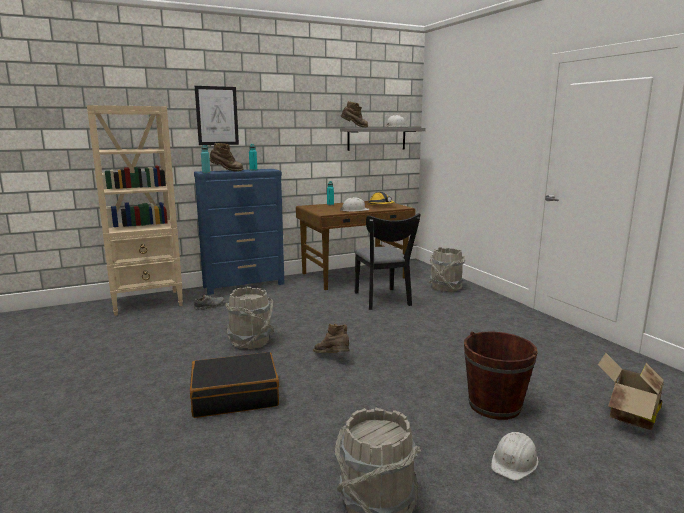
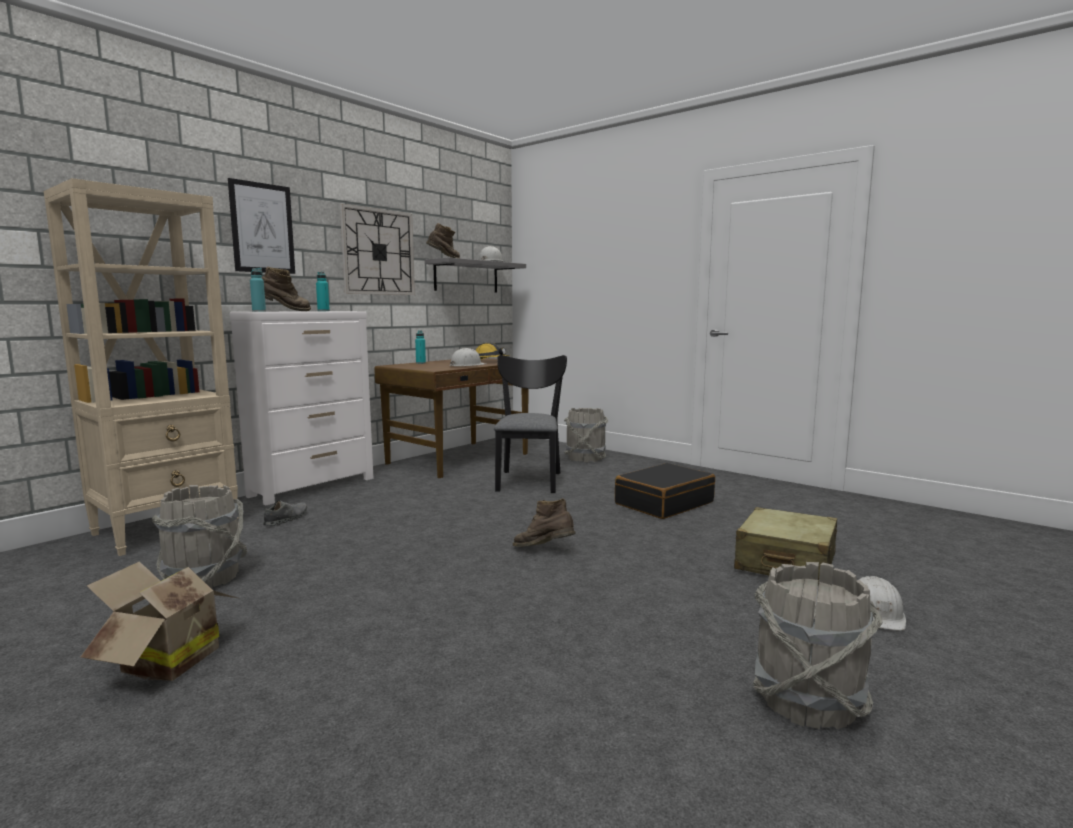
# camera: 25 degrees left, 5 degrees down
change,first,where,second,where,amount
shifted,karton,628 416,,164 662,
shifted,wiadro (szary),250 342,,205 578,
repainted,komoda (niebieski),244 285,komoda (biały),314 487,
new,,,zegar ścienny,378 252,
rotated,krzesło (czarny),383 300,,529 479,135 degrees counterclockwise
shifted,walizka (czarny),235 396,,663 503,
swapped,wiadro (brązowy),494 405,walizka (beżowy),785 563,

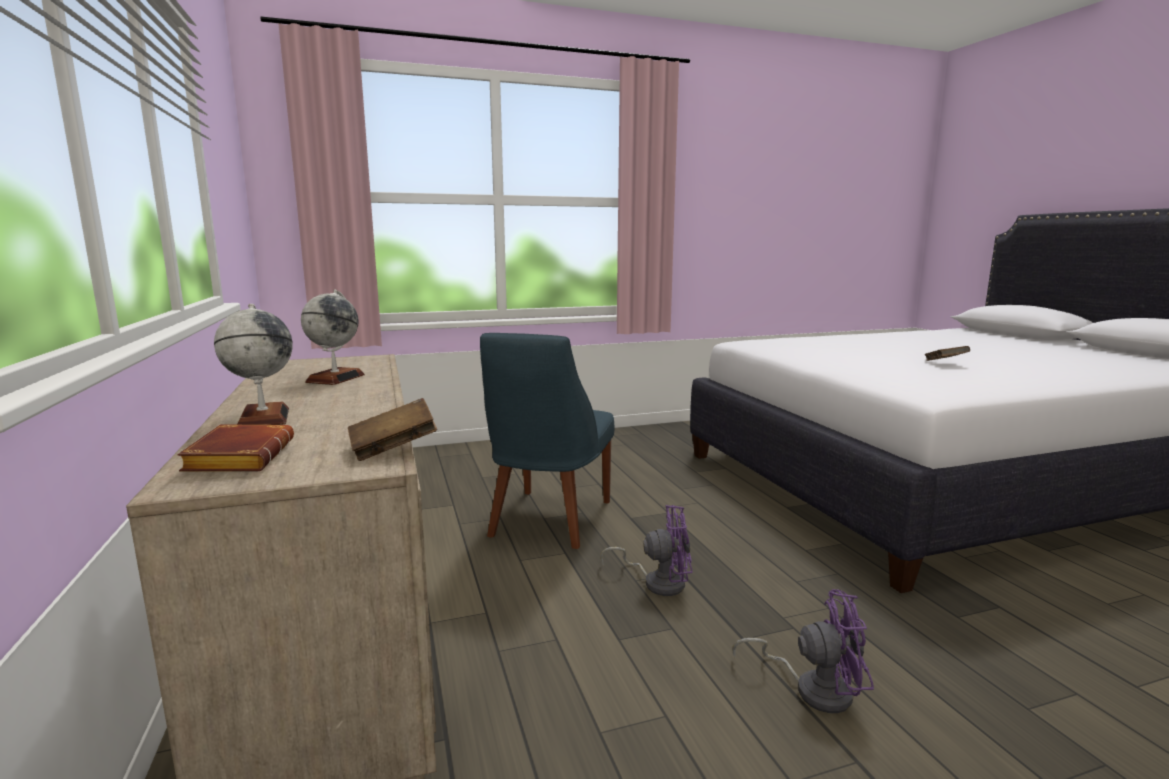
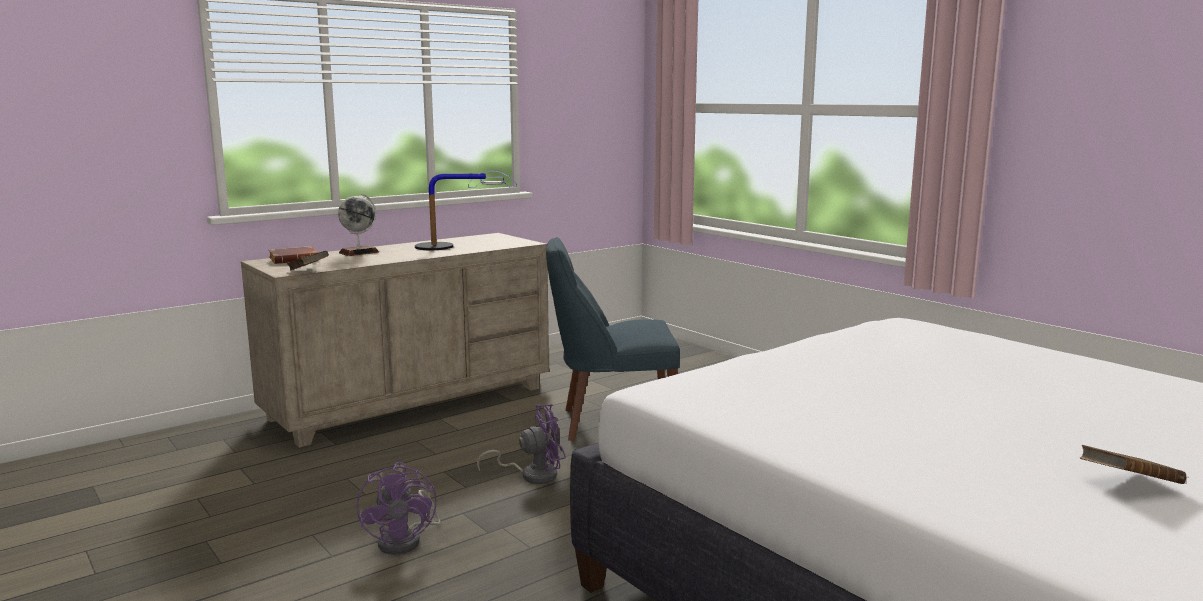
# camera: 70 degrees right, 0 degrees up
change,first,where,second,where,amount
swapped,globus,335 378,lampa stołowa,455 247,
rotated,wentylator (fioletowy),657 582,,532 475,90 degrees counterclockwise
shifted,książka (brązowy),944 363,,1128 485,

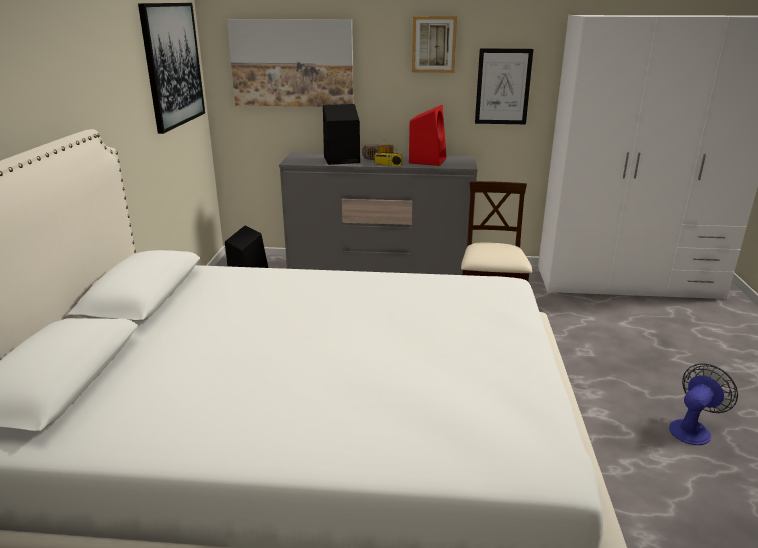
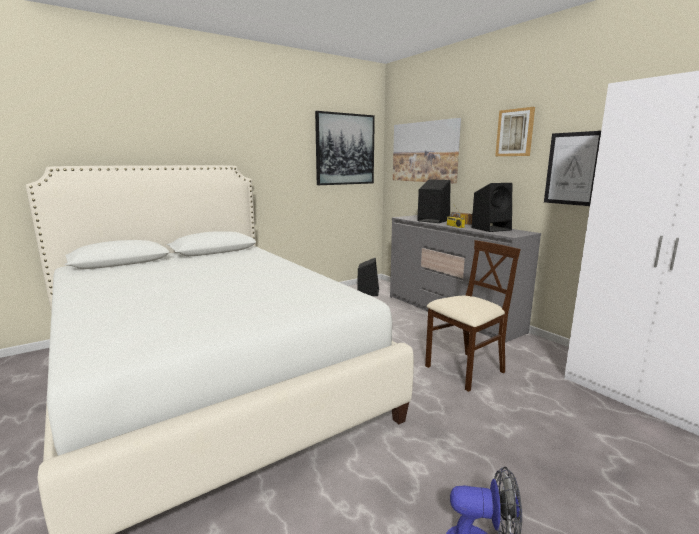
# camera: 50 degrees right, 10 degrees down
change,first,where,second,where,amount
repainted,głośnik (czerwony),427 160,głośnik (czarny),491 229,

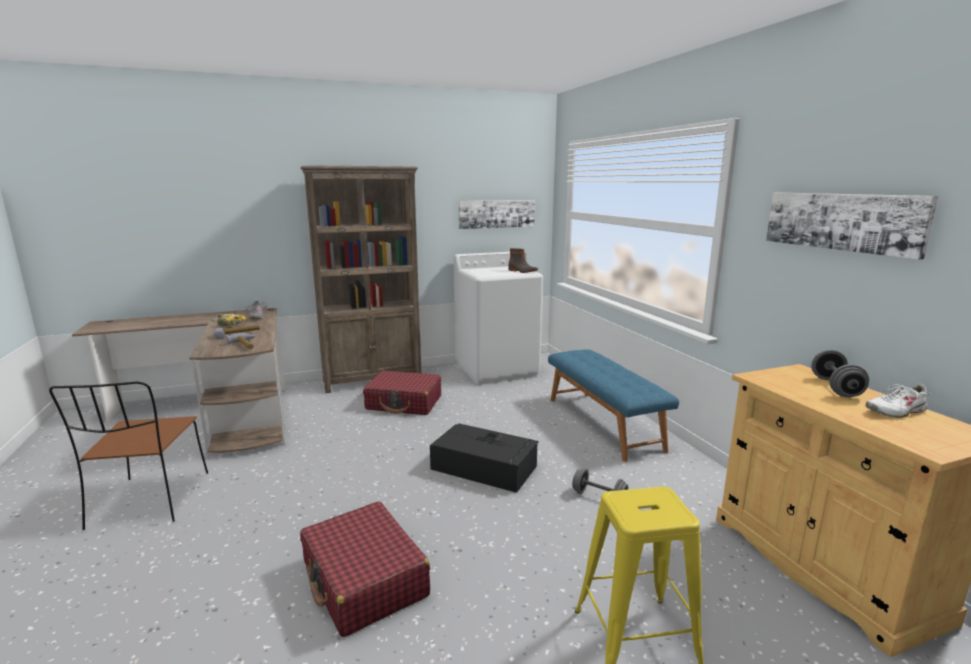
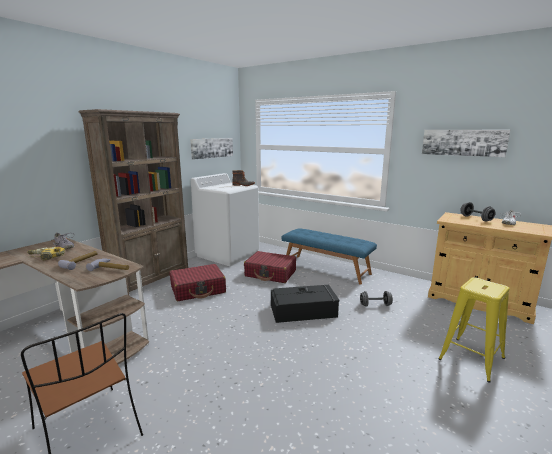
# camera: 35 degrees left, 0 degrees up
change,first,where,second,where,amount
shifted,walizka (czerwony),364 580,,270 273,

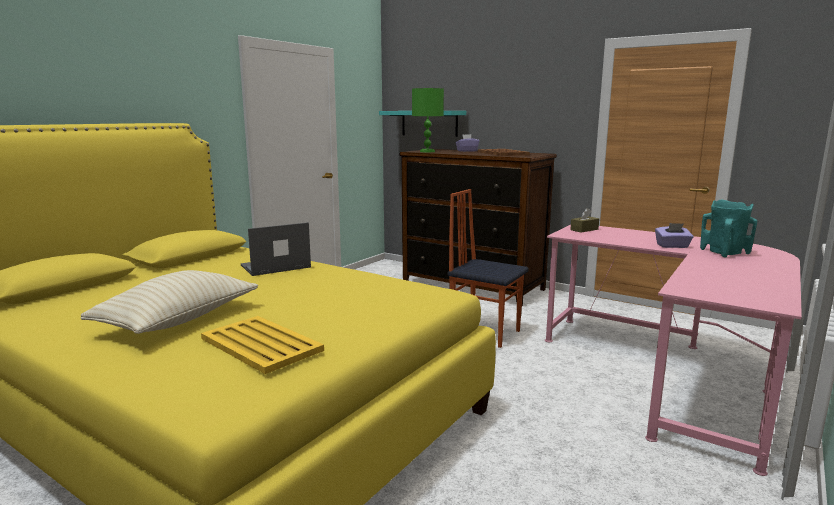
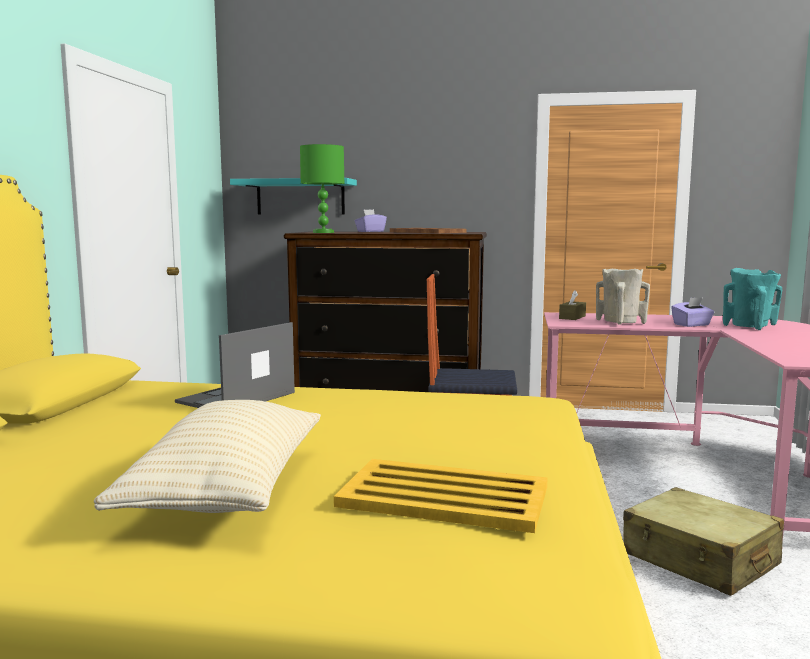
# camera: 25 degrees left, 5 degrees down
change,first,where,second,where,amount
new,,,wazon (beżowy),620 322,
new,,,walizka (beżowy),700 560,

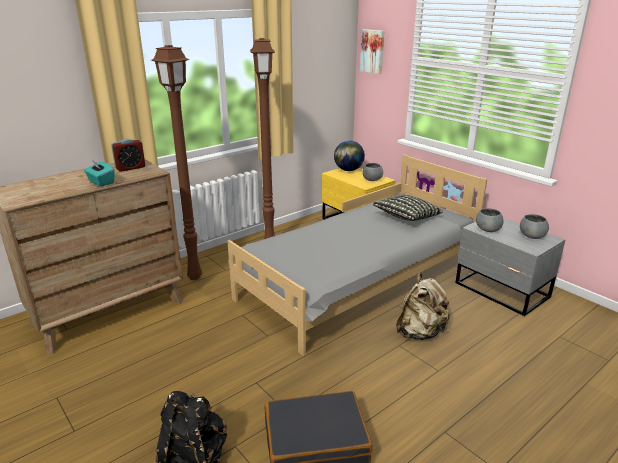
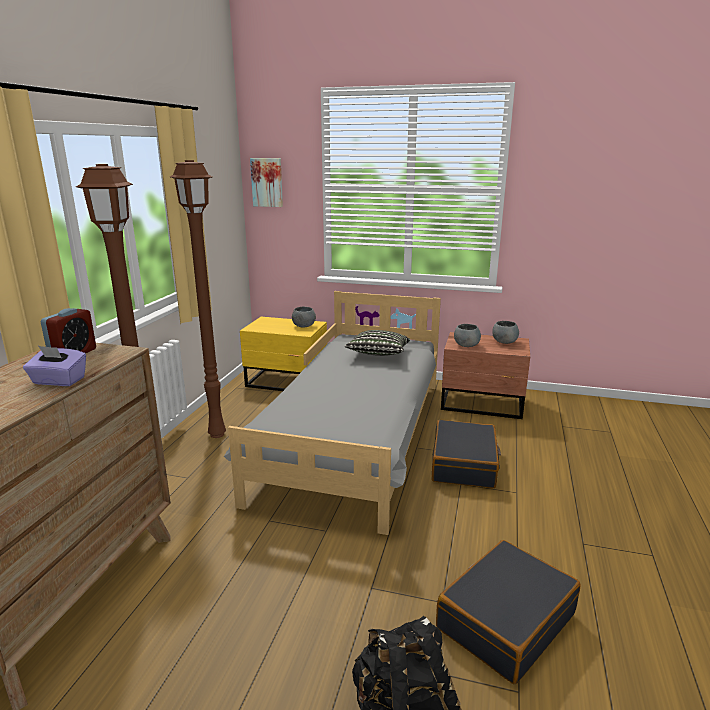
# camera: 35 degrees left, 5 degrees down
change,first,where,second,where,amount
repainted,pudełko chusteczek (turkusowy),101 182,pudełko chusteczek (fioletowy),58 381,
swapped,plecak (beżowy),420 332,walizka (czarny),464 464,
repainted,szafka nocna (szary),502 291,szafka nocna (brązowy),483 404,
gone,globus,348 170,,,

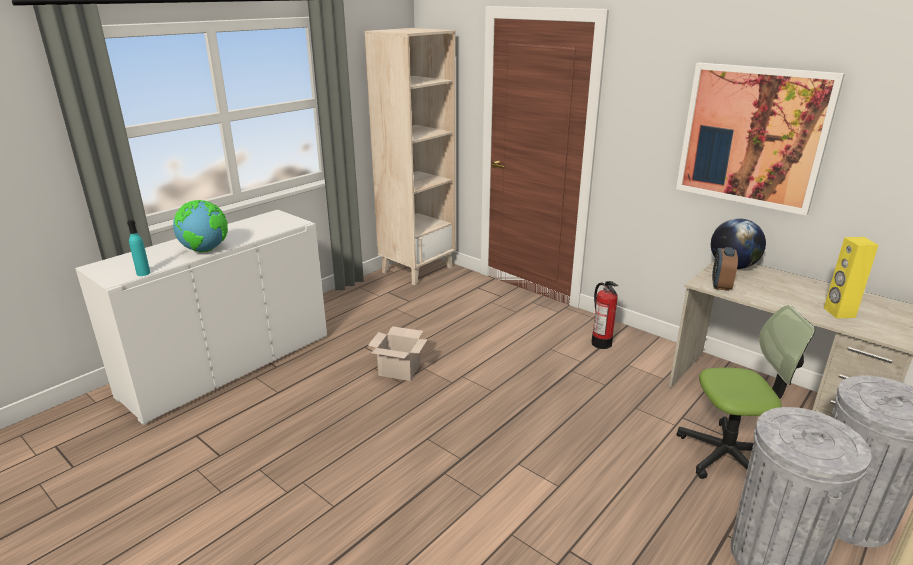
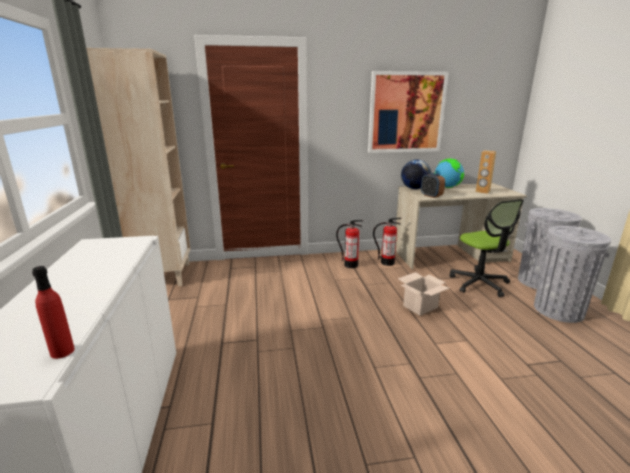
# camera: 50 degrees left, 5 degrees down
change,first,where,second,where,amount
repainted,butelka (turkusowy),143 273,butelka (czerwony),62 351,
new,,,gaśnica,387 262,
shifted,karton,400 370,,420 306,
shifted,globus,205 250,,447 187,
rotated,krzesło biurowe,728 456,,479 284,120 degrees clockwise
repainted,głośnik (żółty),838 313,głośnik (brązowy),482 192,

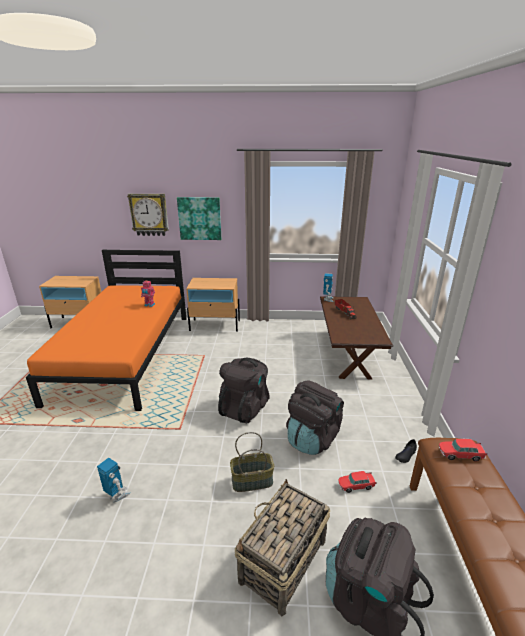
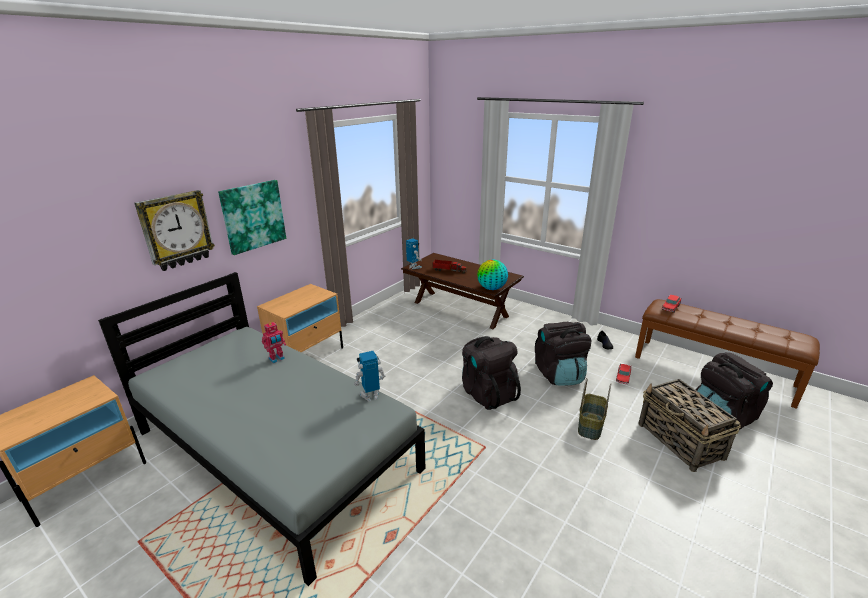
# camera: 55 degrees left, 0 degrees up
change,first,where,second,where,amount
repainted,łóżko (pomarańczowy),126 355,łóżko (szary),276 450,
shifted,robot zabawkowy,117 495,,371 396,
new,,,globus,491 288,

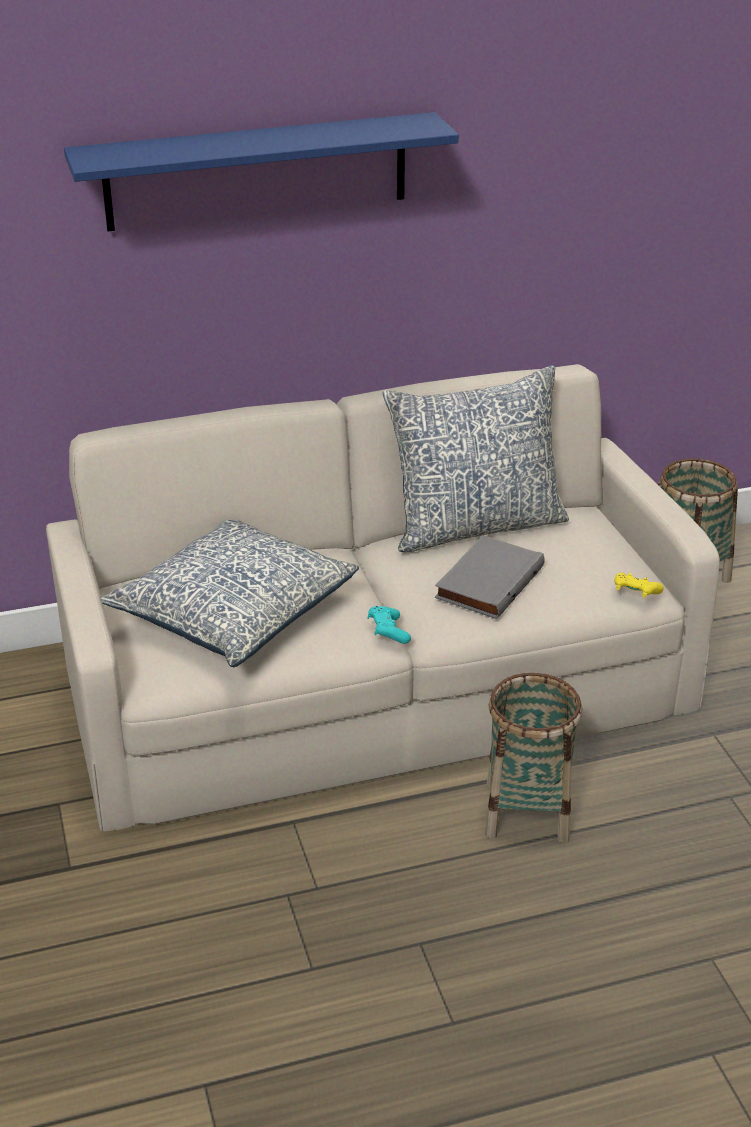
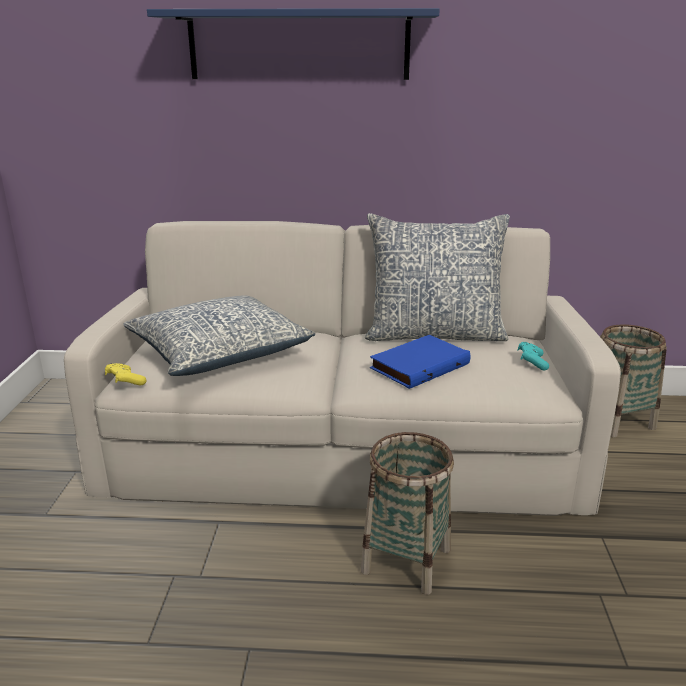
# camera: 20 degrees right, 10 degrees down
change,first,where,second,where,amount
shifted,pad do gier (żółty),635 593,,125 382,
repainted,książka (szary),487 581,książka (niebieski),418 365,
shifted,pad do gier (turkusowy),388 632,,531 362,

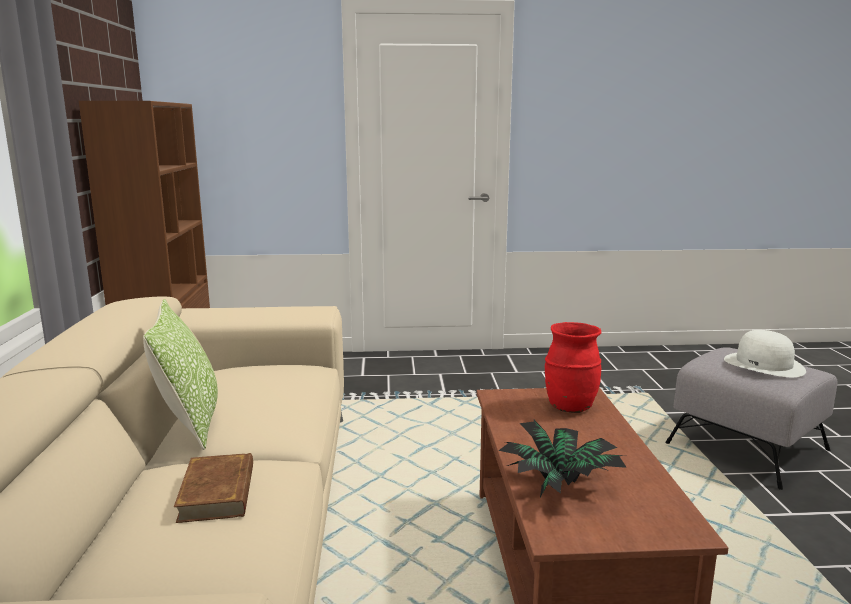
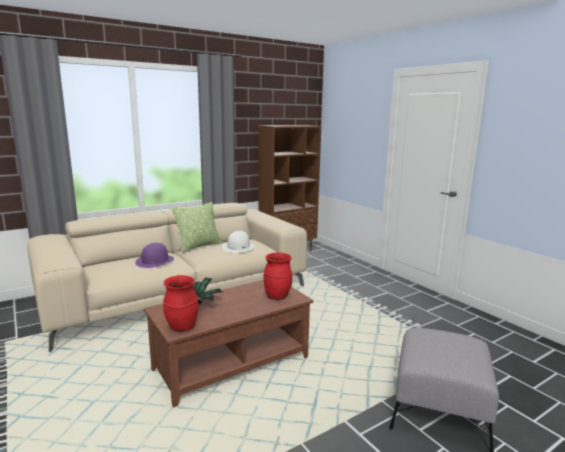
# camera: 60 degrees right, 0 degrees up
change,first,where,second,where,amount
swapped,książka (brązowy),218 493,kapelusz (fioletowy),155 261,
new,,,wazon (czerwony),182 327,
shifted,kapelusz (biały),764 364,,238 247,

